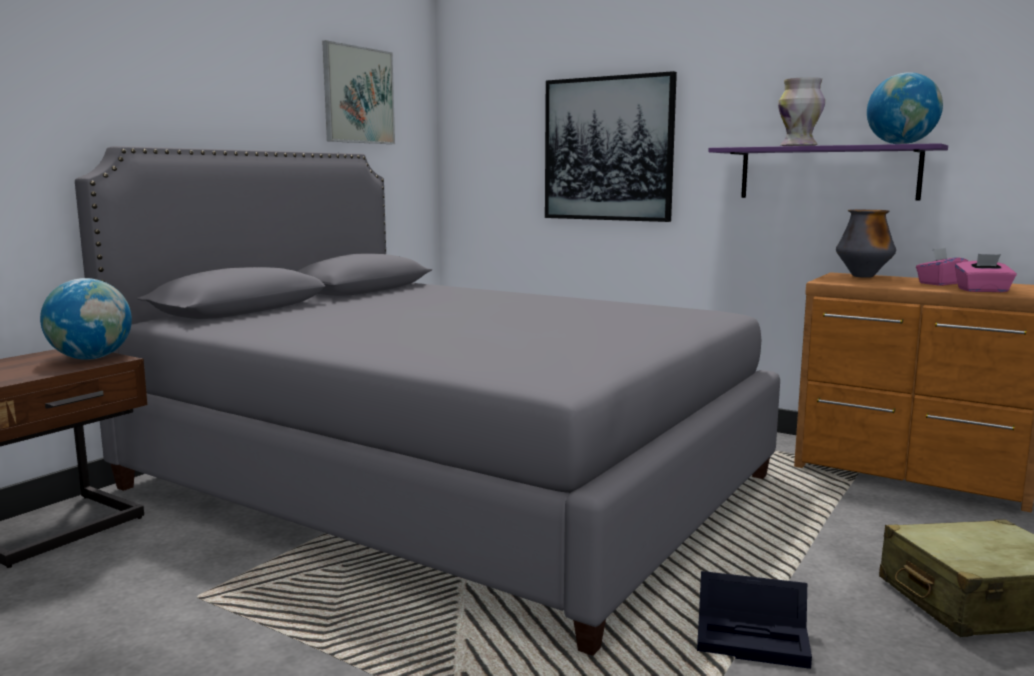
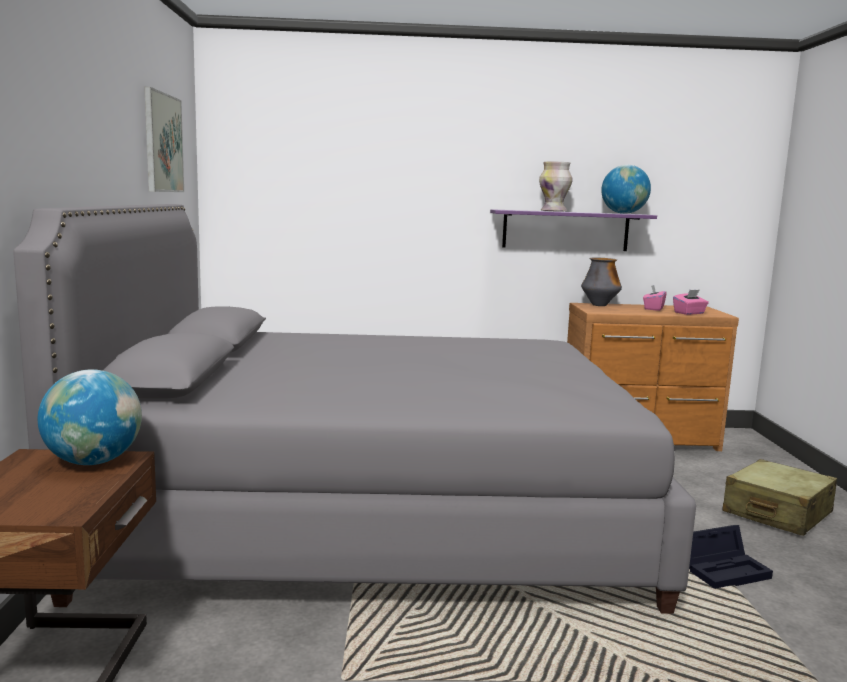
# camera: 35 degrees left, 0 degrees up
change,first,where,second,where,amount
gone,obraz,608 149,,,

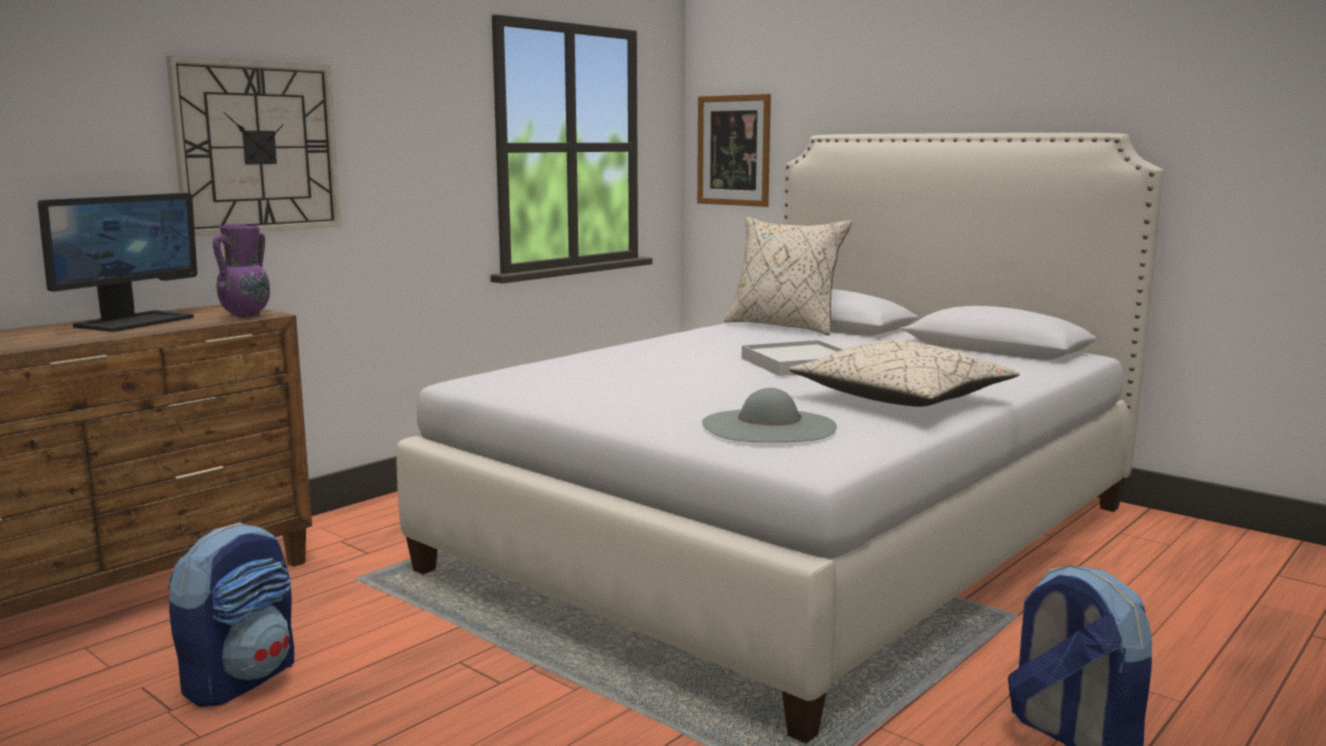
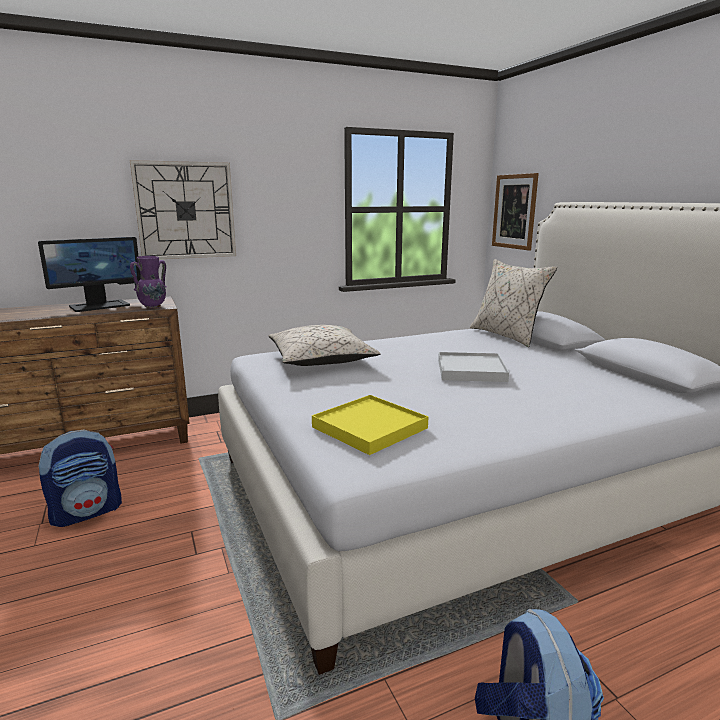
# camera: 25 degrees right, 5 degrees up
change,first,where,second,where,amount
shifted,poduszka (beżowy),901 399,,321 360,
swapped,kapelusz (szary),768 426,taca (żółty),369 427,

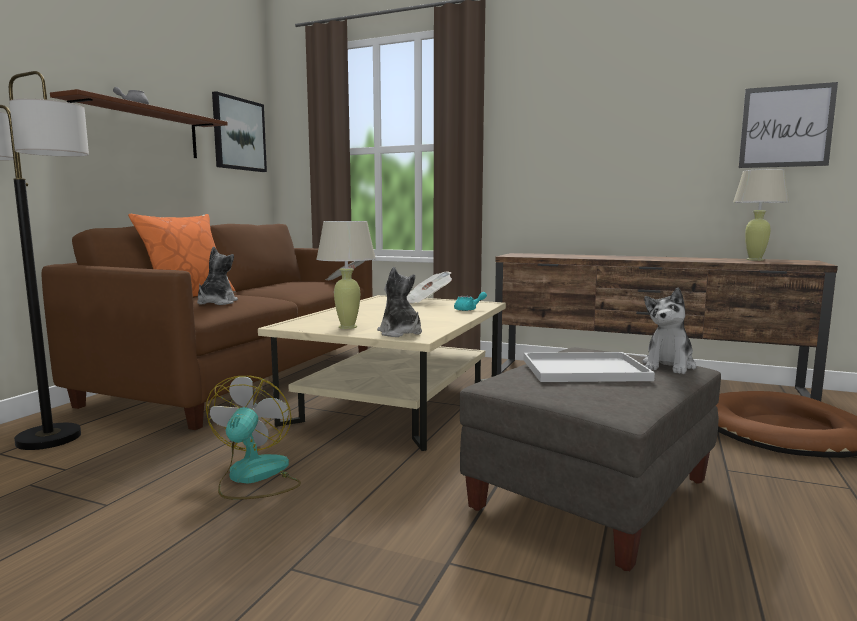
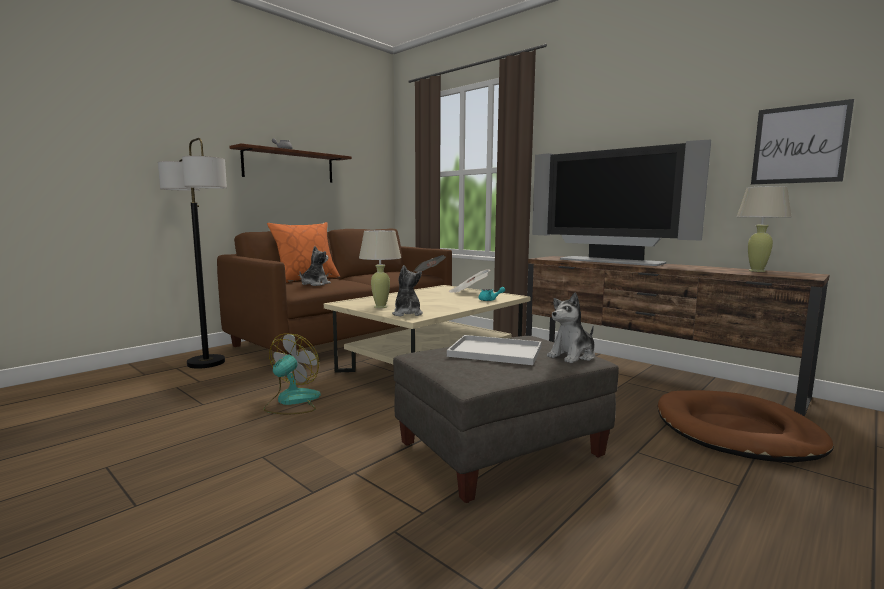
# camera: 20 degrees right, 0 degrees up
change,first,where,second,where,amount
new,,,telewizor,610 261,
gone,obraz,239 134,,,

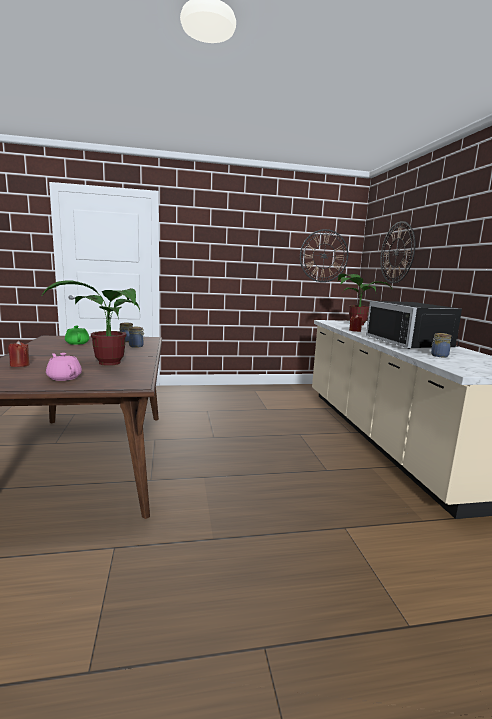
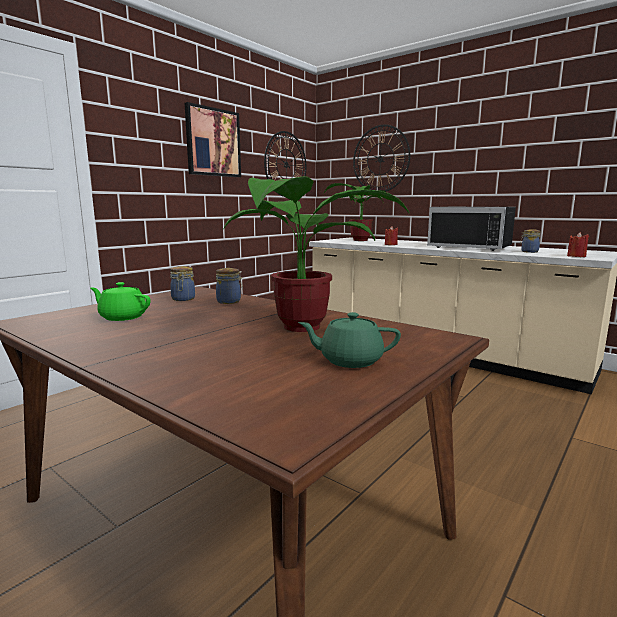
# camera: 40 degrees left, 0 degrees up
change,first,where,second,where,amount
new,,,obraz,213 142,
repainted,imbryk (różowy),64 377,imbryk (zielony),349 360,
shifted,świeca (czerwony),19 365,,576 256,

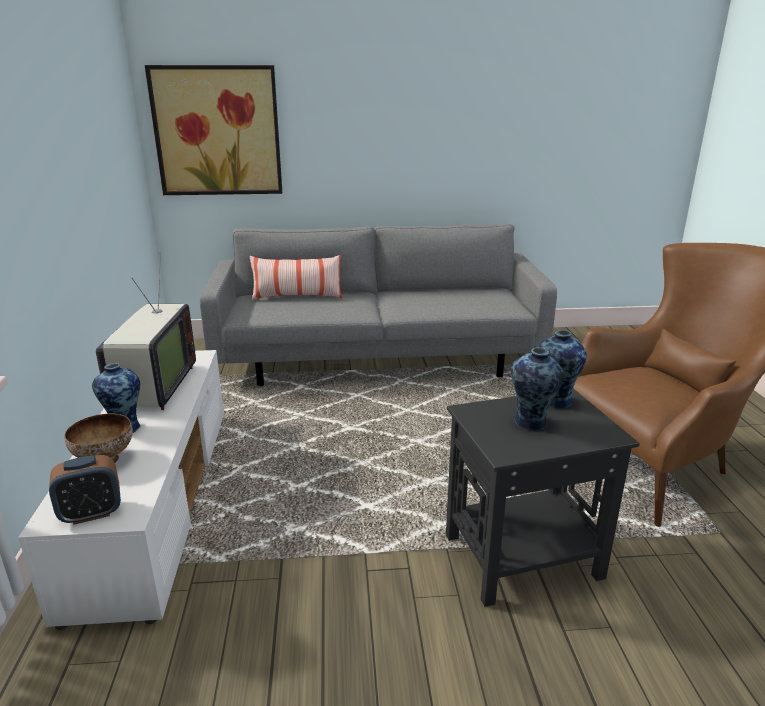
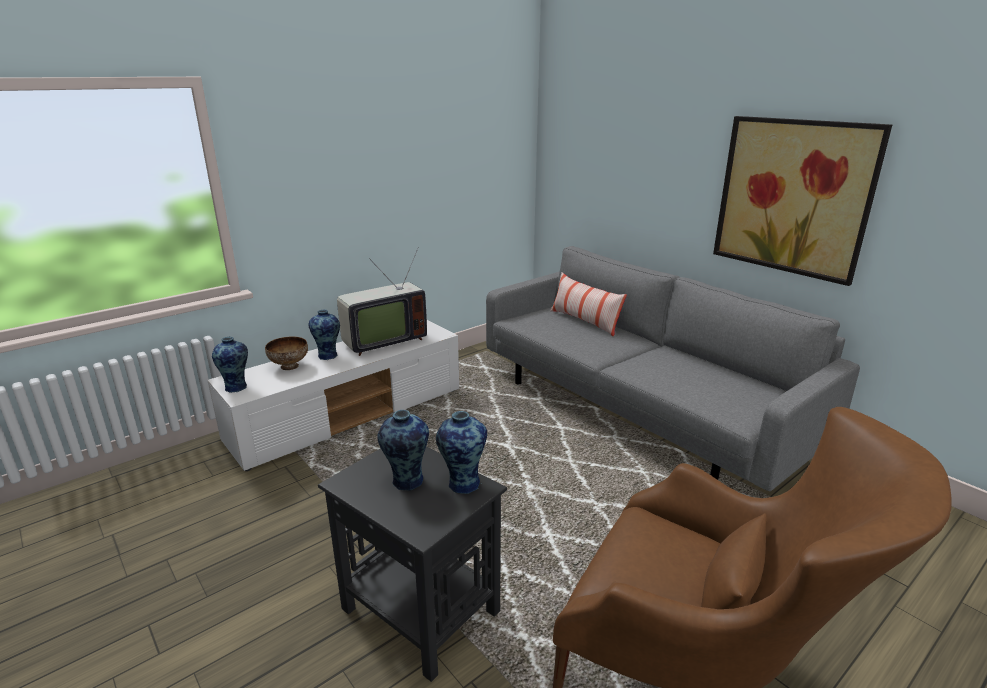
# camera: 55 degrees right, 0 degrees up
change,first,where,second,where,amount
swapped,budzik,91 513,wazon,237 387,
shifted,obraz,217 131,,793 197,

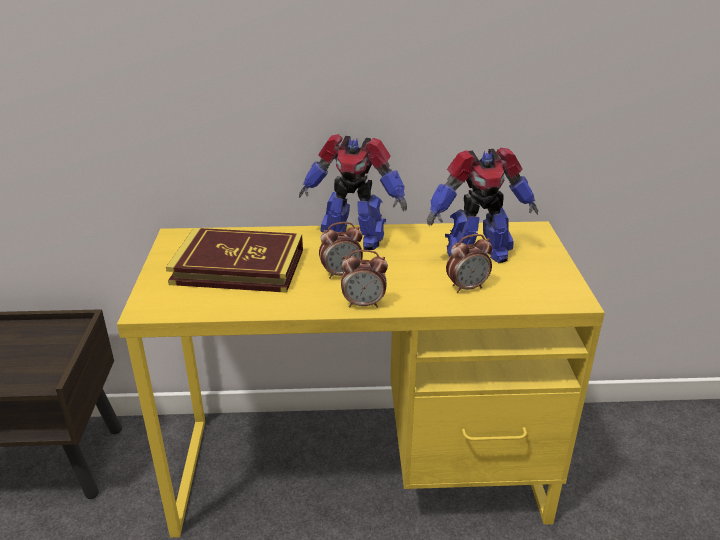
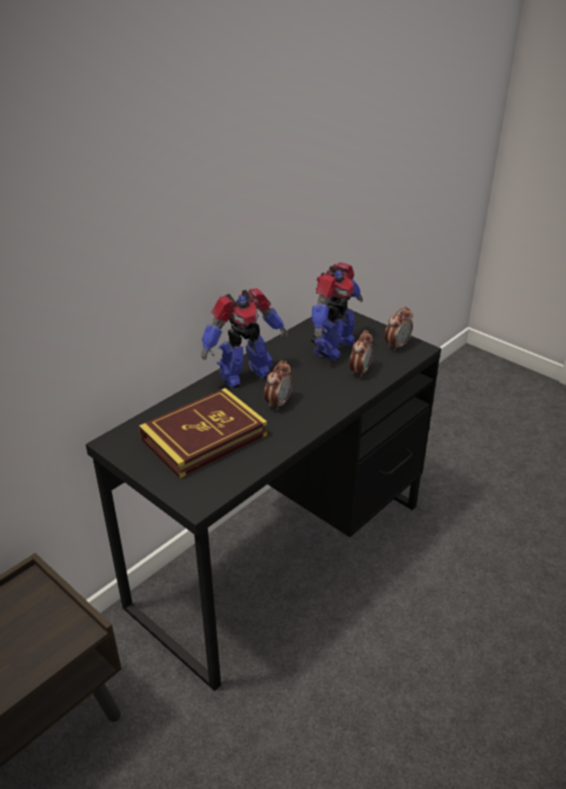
# camera: 45 degrees left, 5 degrees up
change,first,where,second,where,amount
repainted,biurko (żółty),361 469,biurko (czarny),281 553,
shifted,budzik,364 304,,397 346,

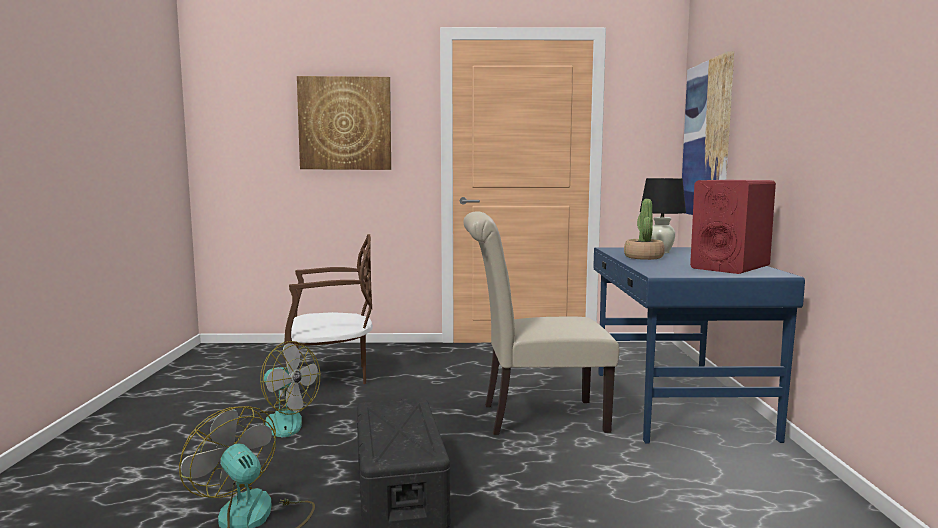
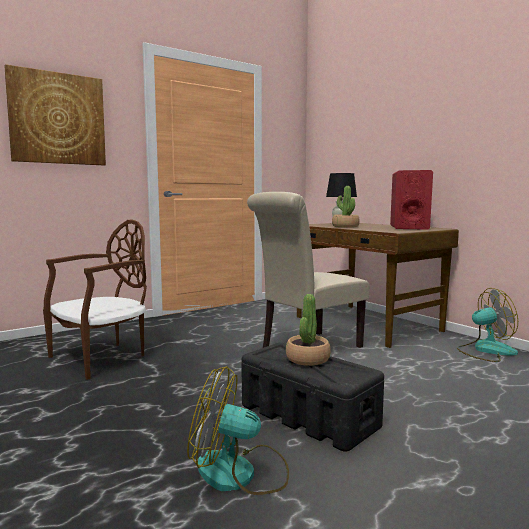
# camera: 35 degrees left, 0 degrees up
change,first,where,second,where,amount
new,,,roślina doniczkowa,307 359,
repainted,biurko (niebieski),676 403,biurko (brązowy),366 324,
shifted,wentylator,275 423,,486 350,
gone,obraz,707 140,,,

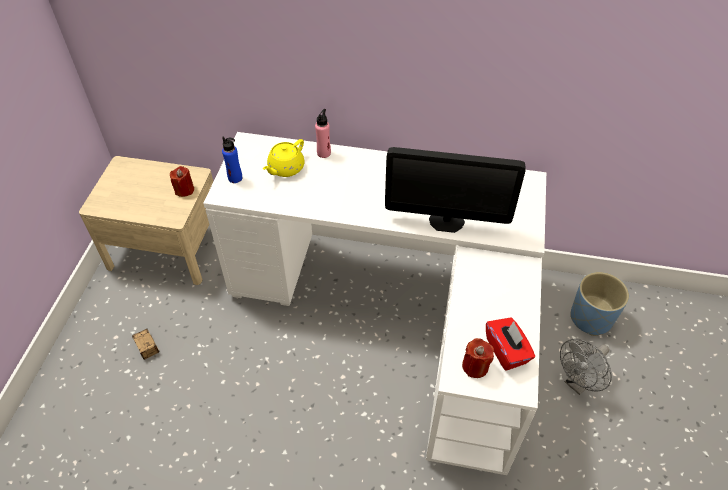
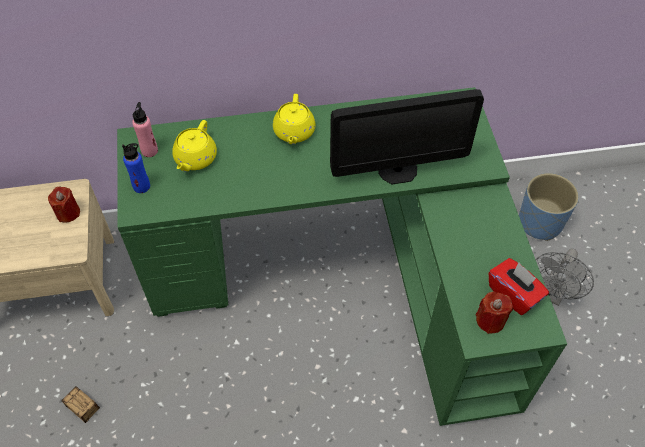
# camera: 20 degrees left, 5 degrees up
change,first,where,second,where,amount
repainted,biurko (biały),399 312,biurko (zielony),348 276,
shifted,butelka (różowy),324 153,,149 150,
new,,,imbryk (żółty),294 132,

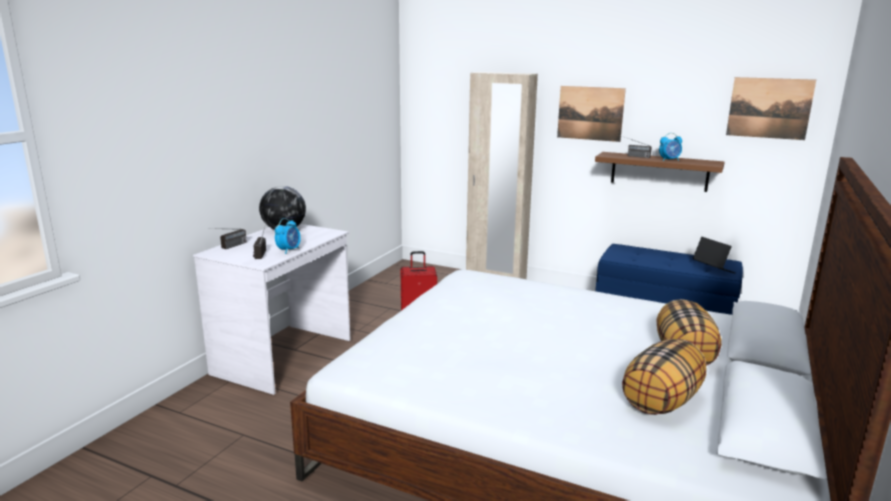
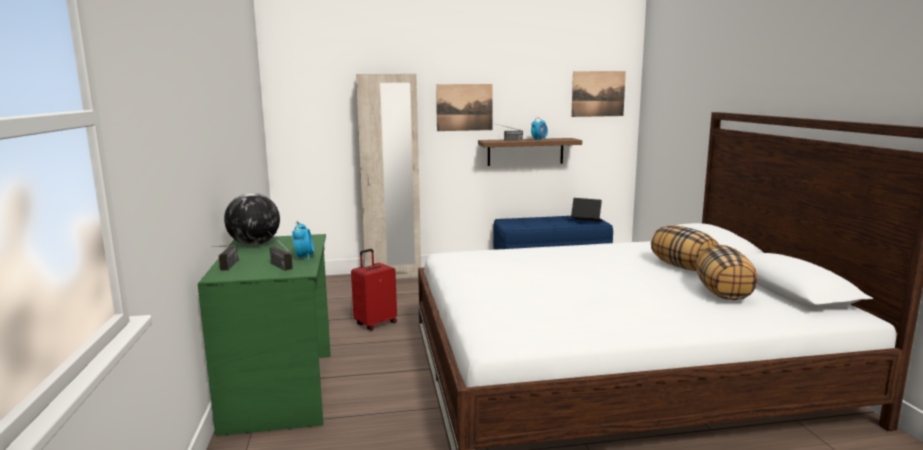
# camera: 35 degrees left, 5 degrees down
change,first,where,second,where,amount
repainted,biurko (biały),284 357,biurko (zielony),282 390,

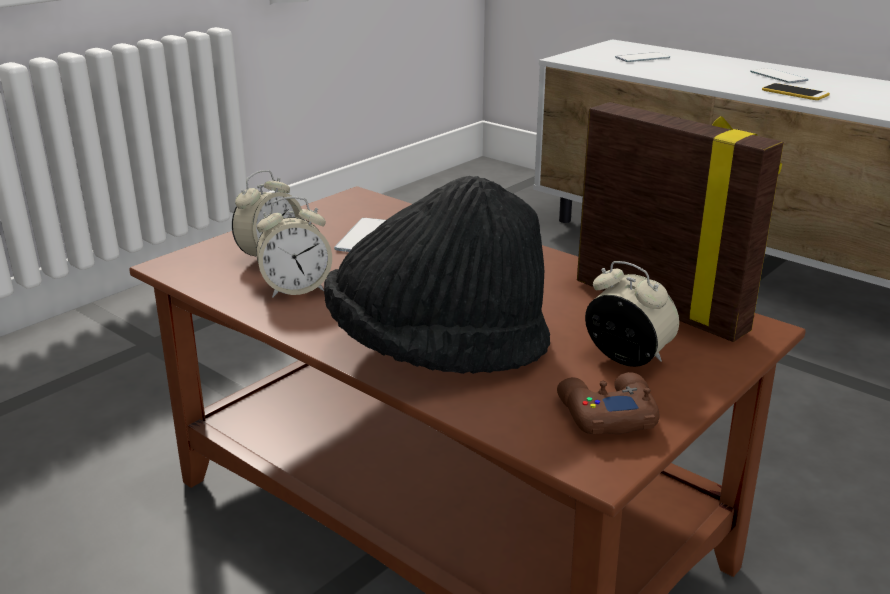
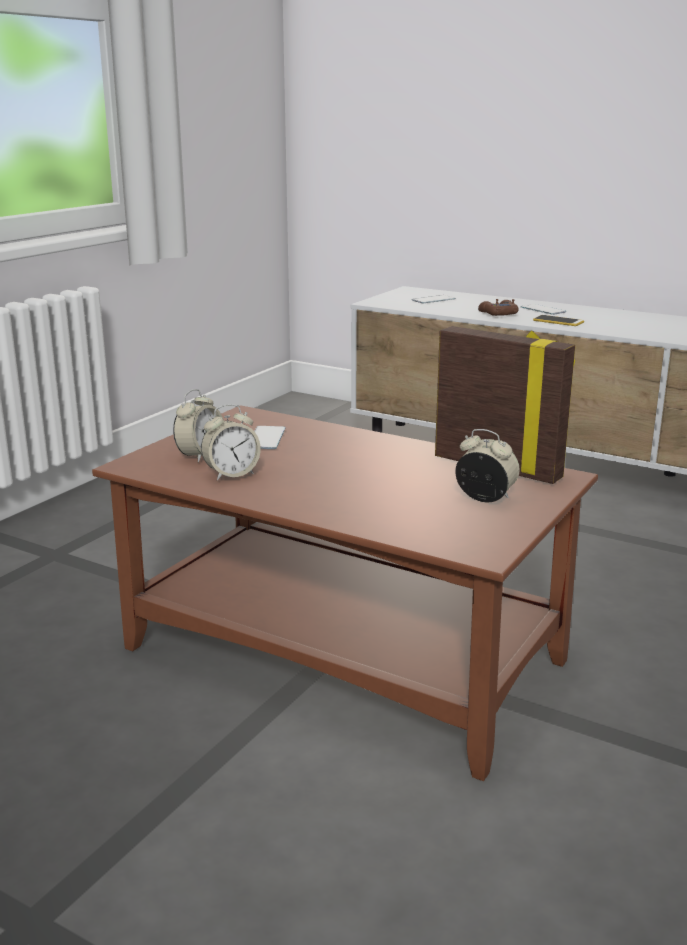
# camera: 10 degrees left, 5 degrees down
change,first,where,second,where,amount
shifted,pad do gier (brązowy),605 413,,497 313,
gone,kapelusz (czarny),439 351,,,

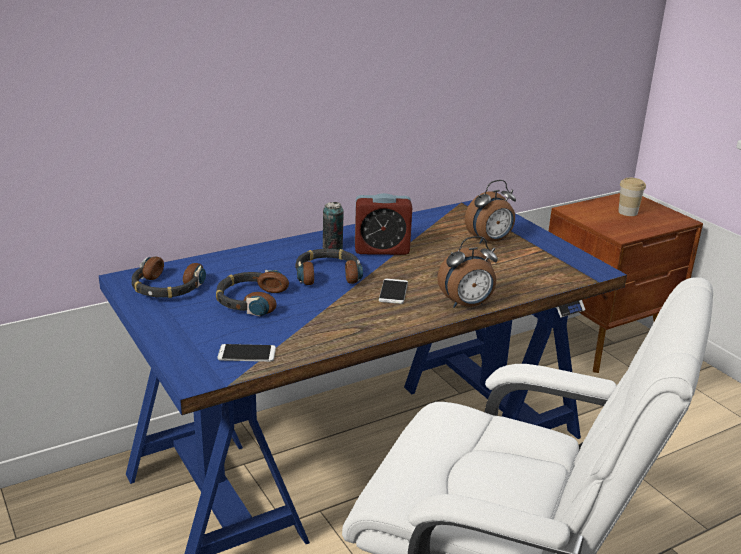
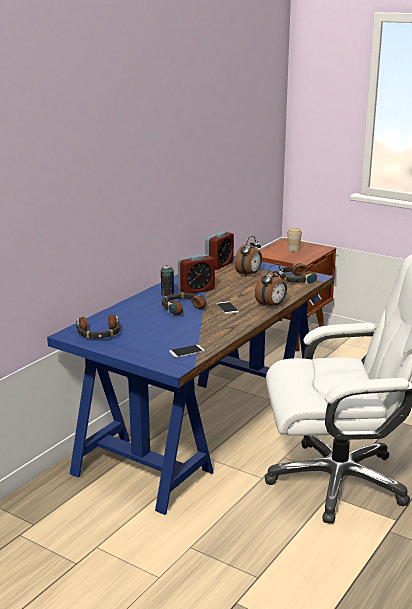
# camera: 25 degrees left, 5 degrees down
change,first,where,second,where,amount
new,,,budzik,219 264,
shifted,słuchawki,250 300,,295 279,

